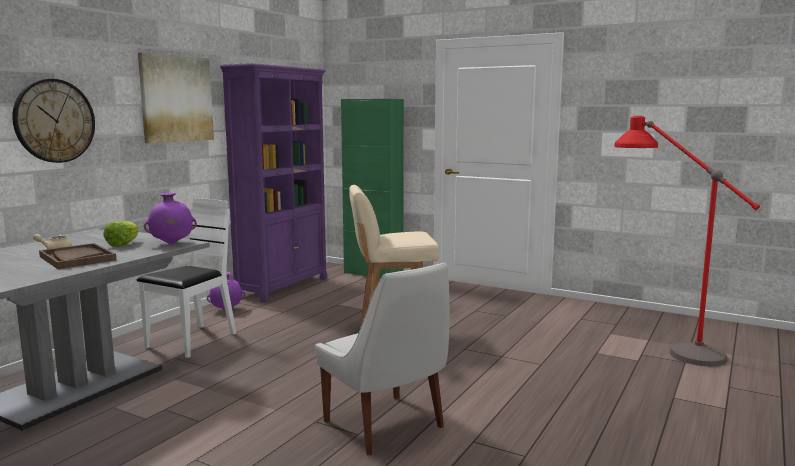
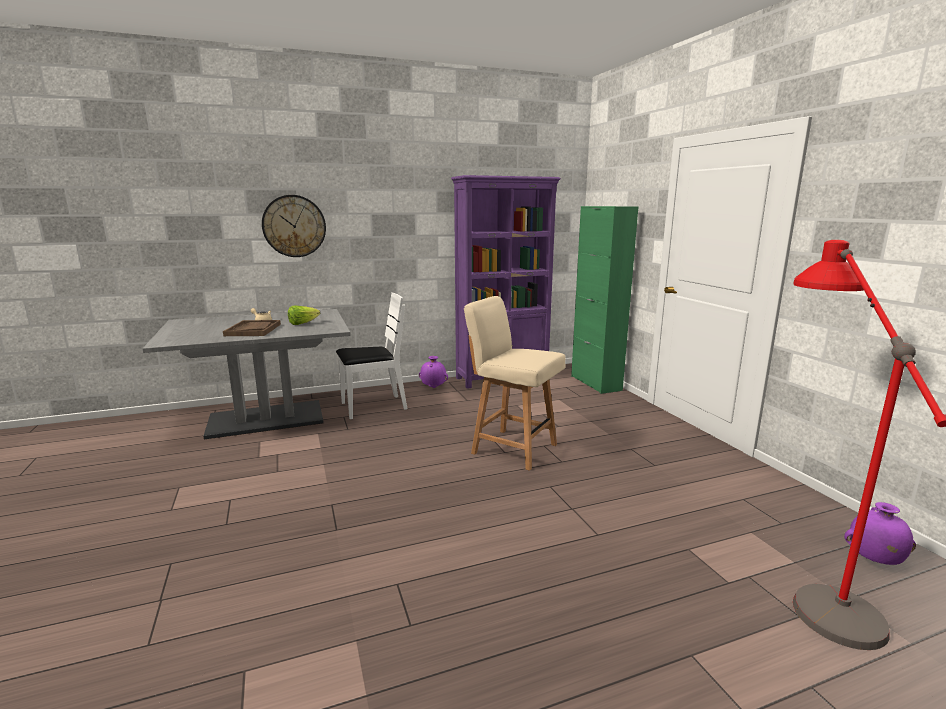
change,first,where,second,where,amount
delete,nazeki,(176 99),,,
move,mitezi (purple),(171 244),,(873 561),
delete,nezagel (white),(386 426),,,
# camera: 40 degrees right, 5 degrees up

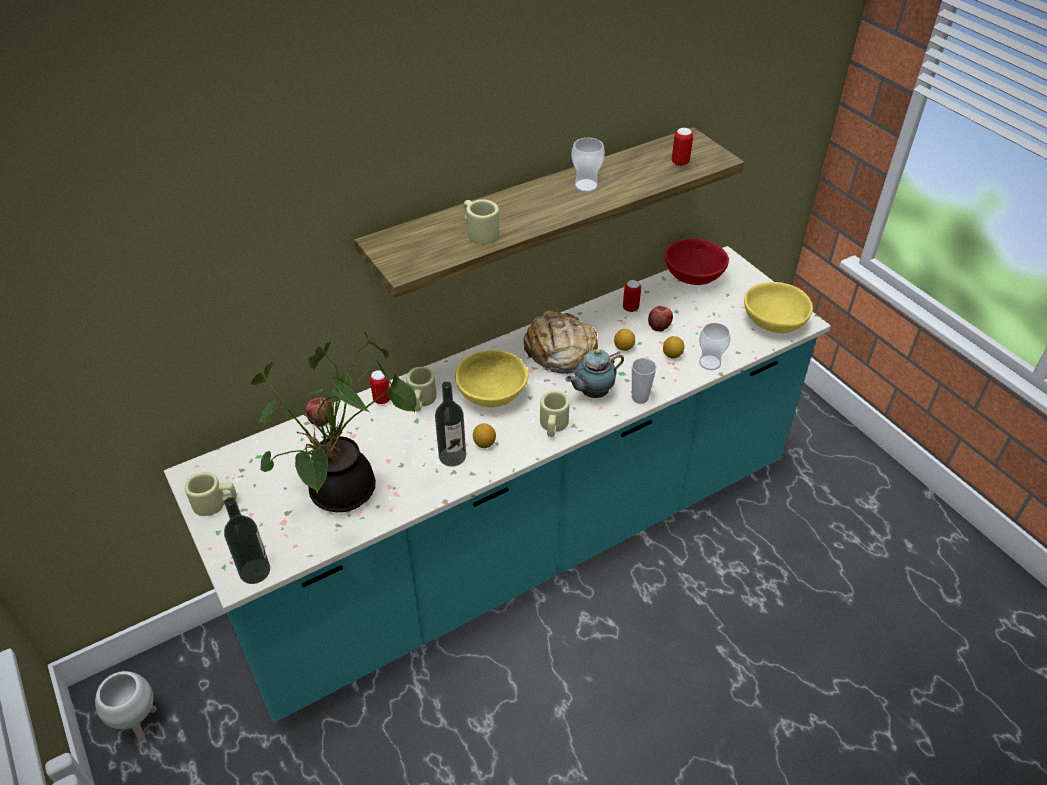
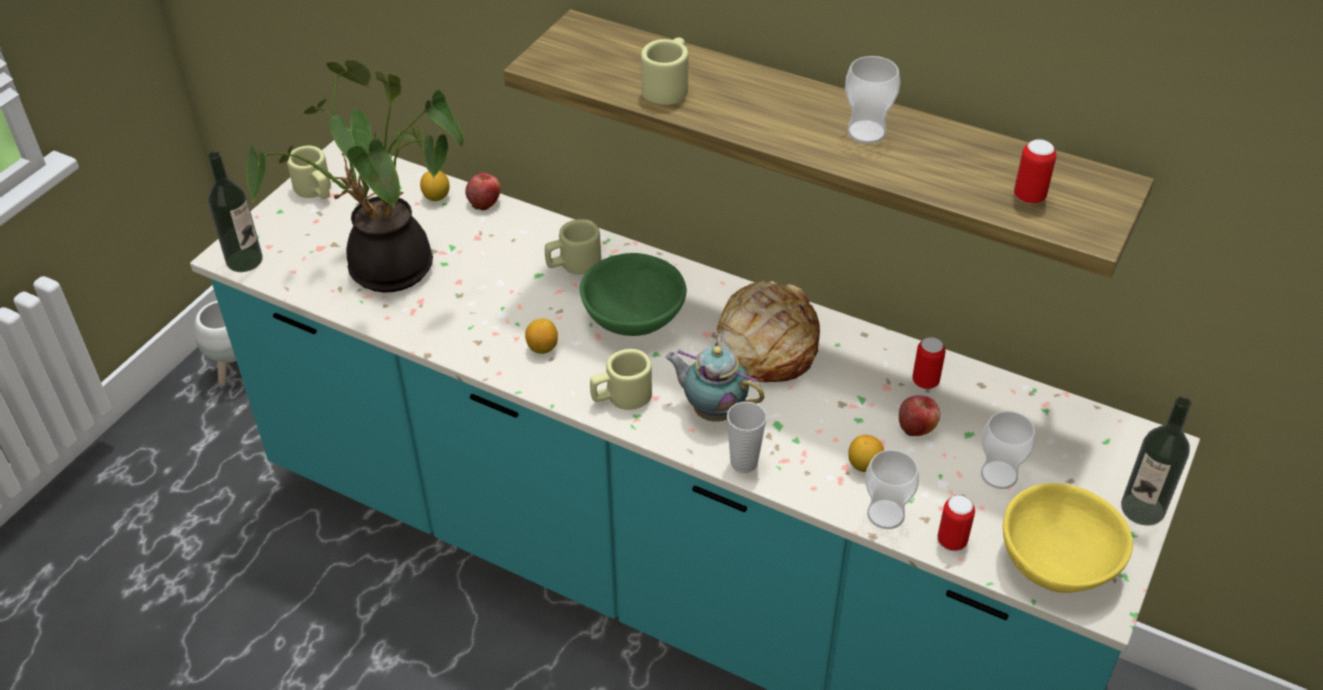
change,first,where,second,where,amount
move,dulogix,(382 399),,(952 541),
move,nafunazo,(452 456),,(1142 509),
recolor,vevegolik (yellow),(492 393),vevegolik (green),(635 317),
move,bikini,(624 347),,(436 197),
delete,vevegolik (red),(694 276),,,
insert,,,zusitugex,(999 475),
# camera: 60 degrees right, 0 degrees up

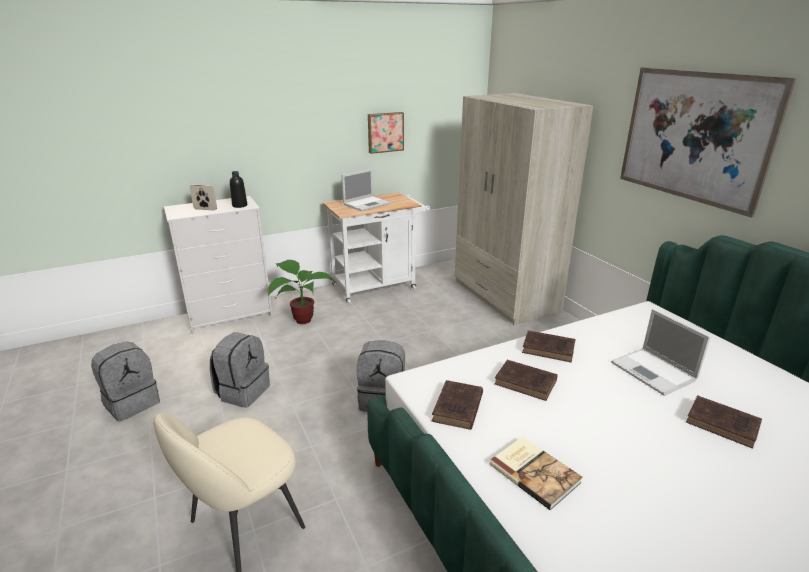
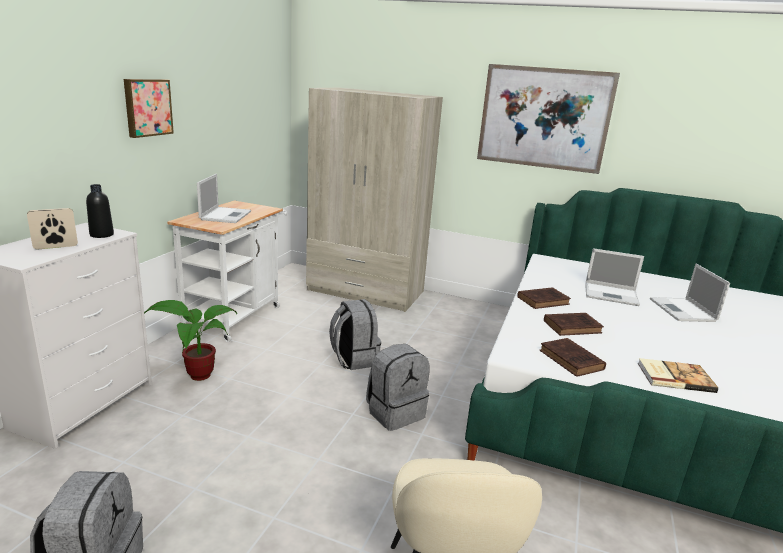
change,first,where,second,where,amount
move,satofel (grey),(243 391),,(353 359),
move,nazeki,(385 132),,(147 107),
replace,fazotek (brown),(724 425),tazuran,(683 311),
# camera: 45 degrees left, 5 degrees down

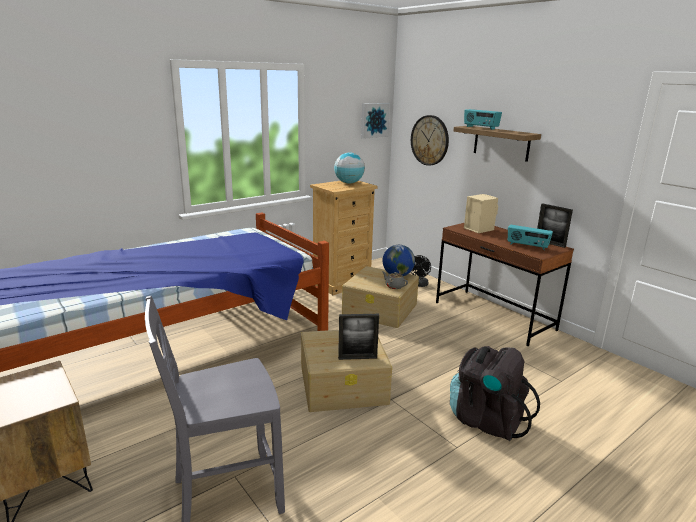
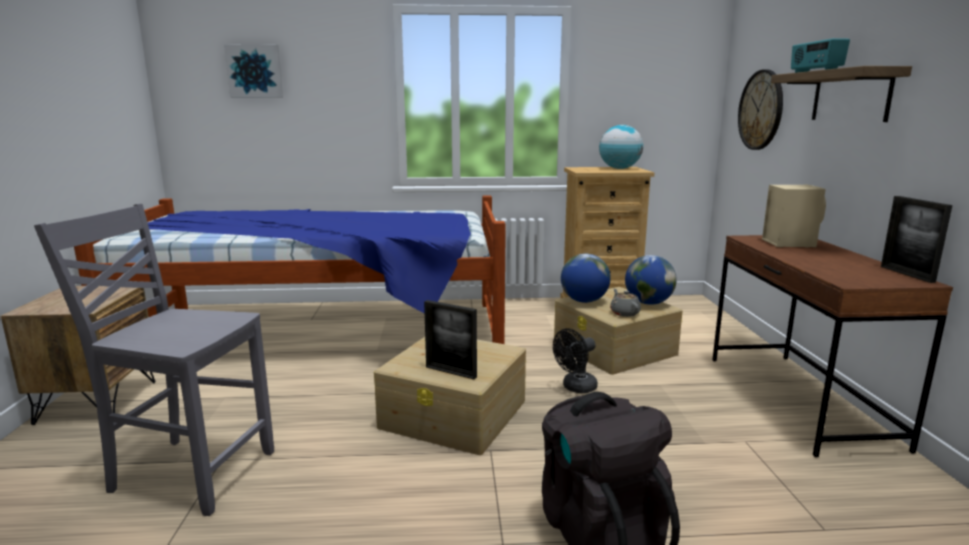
change,first,where,second,where,amount
move,nazeki,(374 120),,(255 71),
move,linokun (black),(419 285),,(575 388),
delete,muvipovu,(527 246),,,
insert,,,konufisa,(584 301),
# camera: 35 degrees right, 5 degrees down

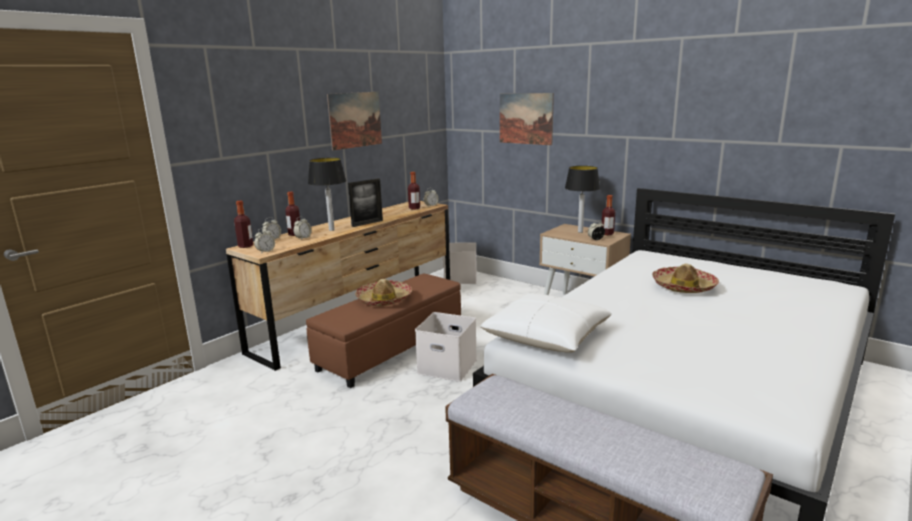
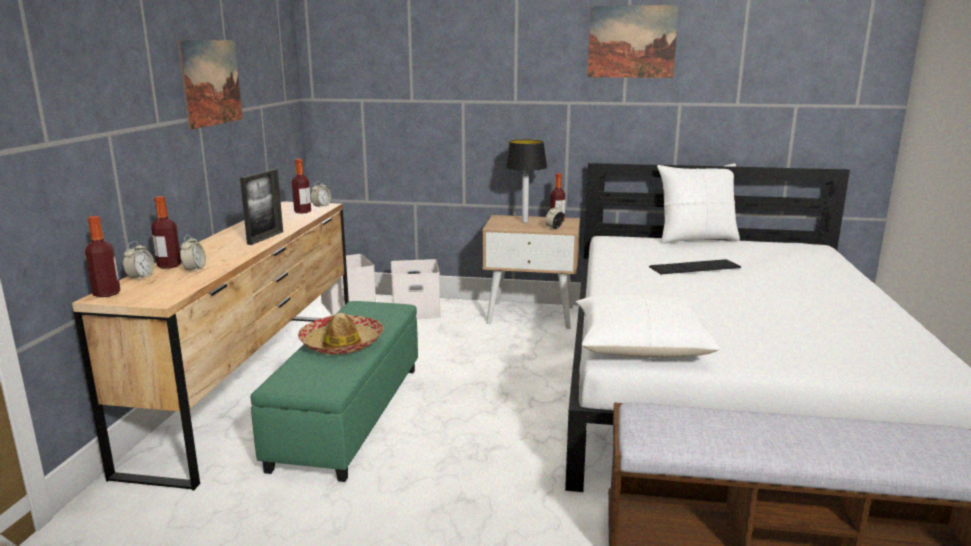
change,first,where,second,where,amount
delete,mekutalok,(265 251),,,
recolor,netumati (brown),(391 349),netumati (green),(348 414),
delete,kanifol,(332 230),,,
move,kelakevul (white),(448 366),,(417 310),
move,nazeki,(525 118),,(632 42),
replace,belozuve,(684 287),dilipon,(694 267),
insert,,,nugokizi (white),(695 239),
# camera: 30 degrees left, 0 degrees up

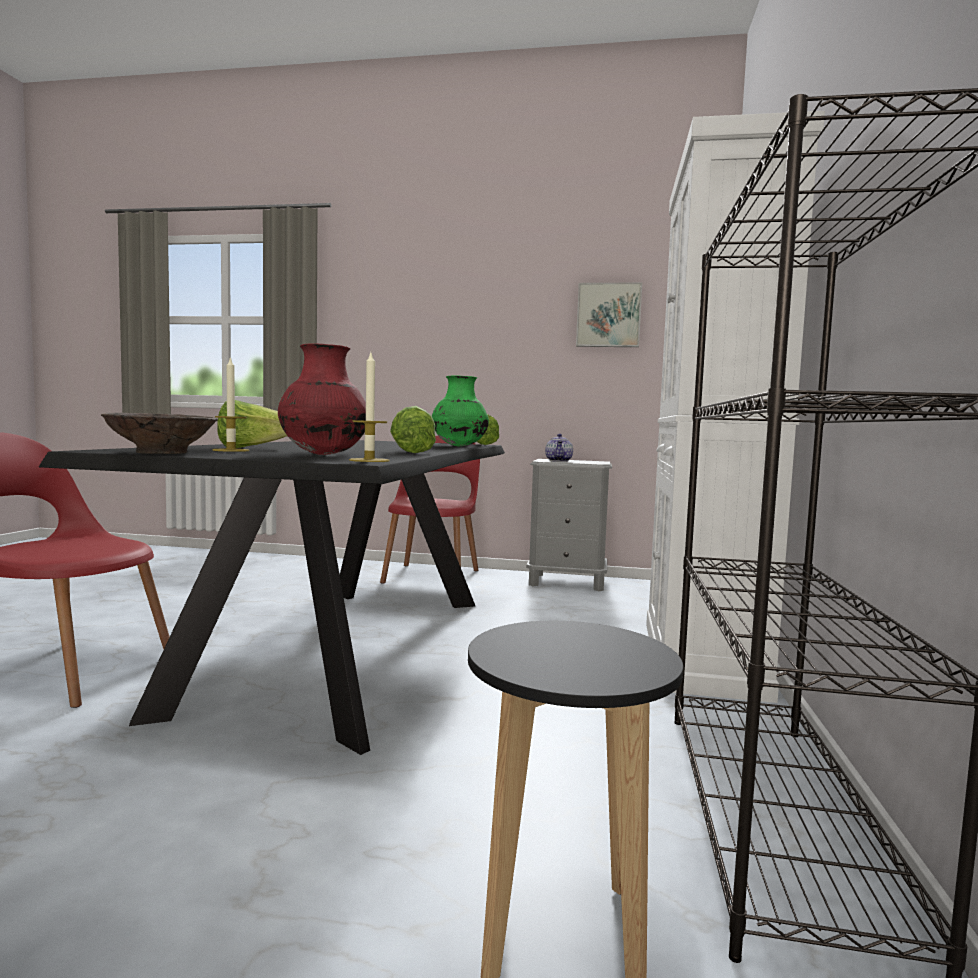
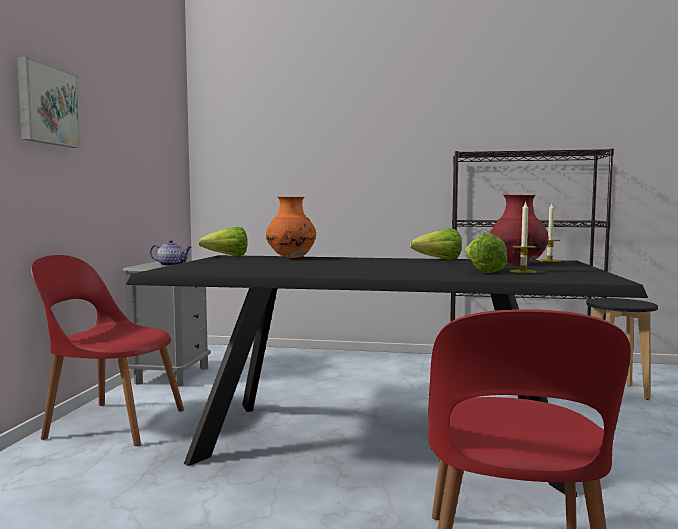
change,first,where,second,where,amount
delete,vevegolik (brown),(160 452),,,
recolor,mitezi (green),(459 446),mitezi (orange),(291 257),
move,nazeki,(608 315),,(46 105),
delete,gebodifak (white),(701 658),,,
# camera: 90 degrees left, 0 degrees up

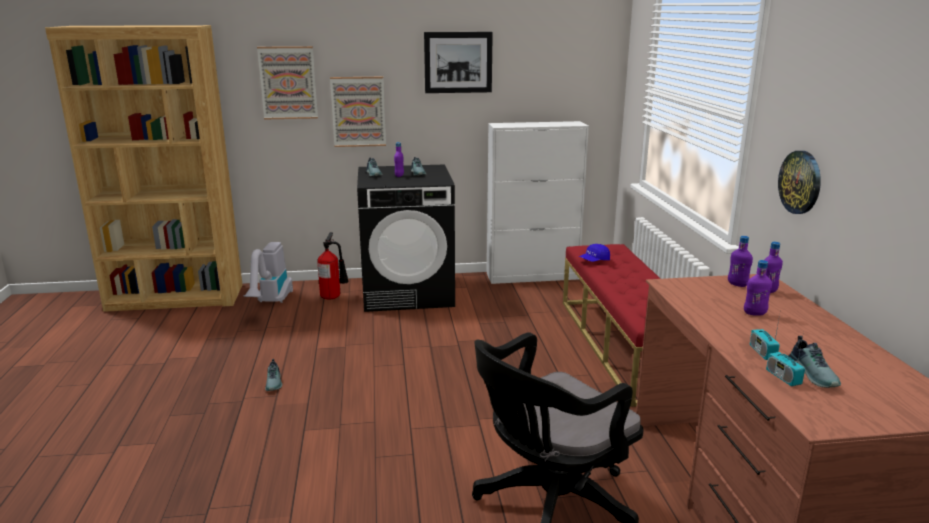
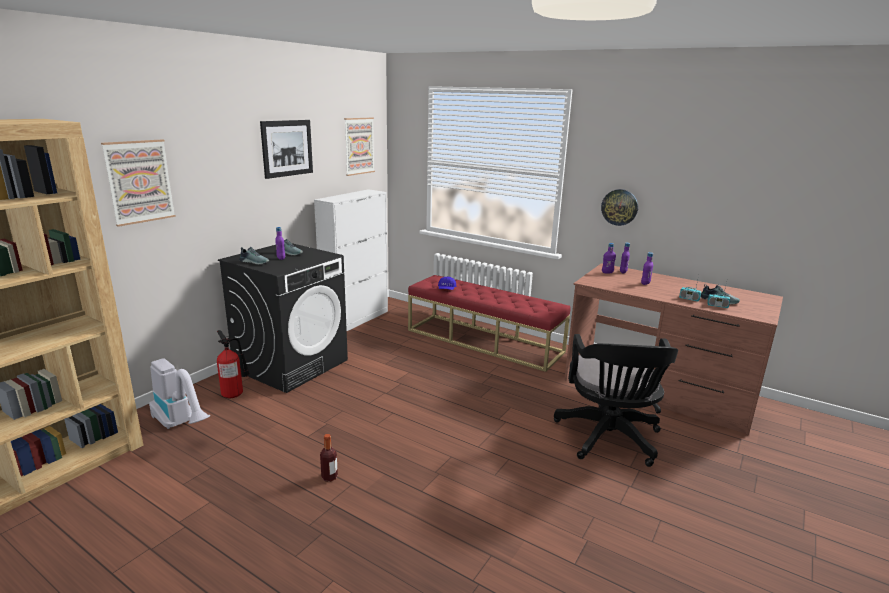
change,first,where,second,where,amount
replace,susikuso,(274 382),nafunazo,(329 477),
move,nazeki,(358 111),,(359 146),
# camera: 50 degrees left, 0 degrees up

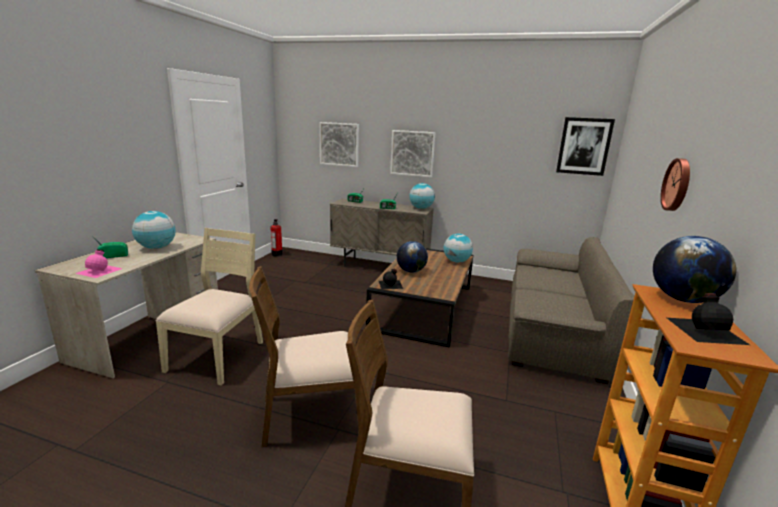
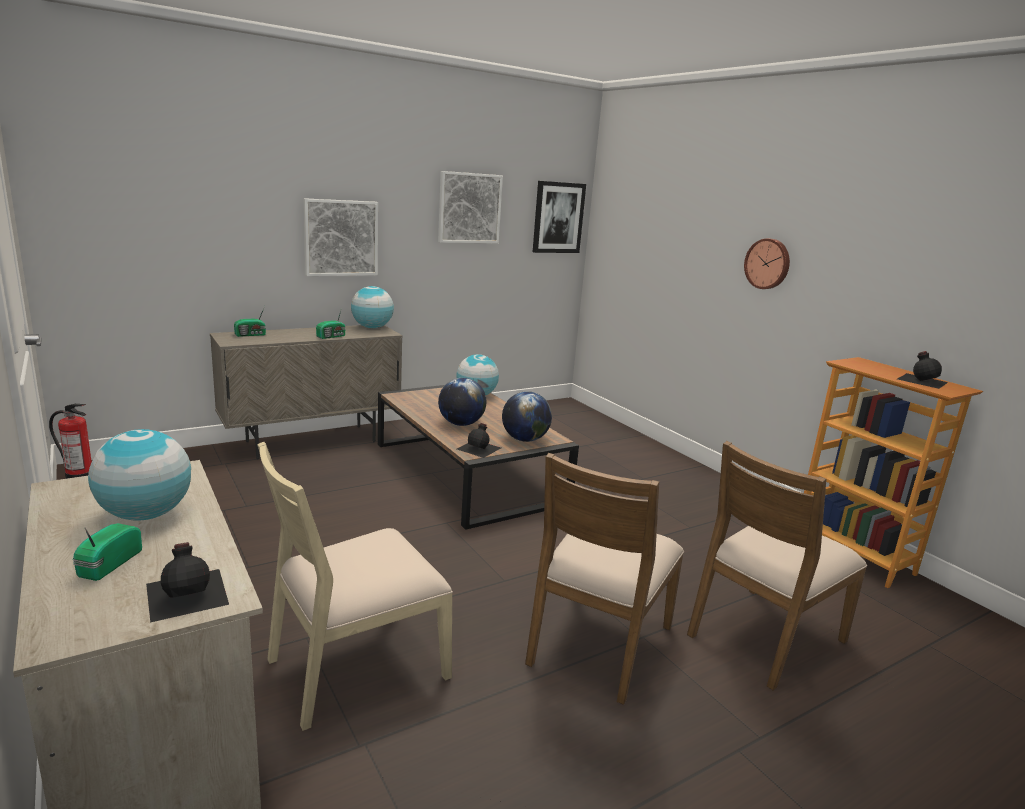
change,first,where,second,where,amount
recolor,nafunazo (pink),(100 270),nafunazo (black),(188 593),
rotate,nezagel (beige),(218 356),,(356 666),90 degrees counterclockwise
move,nazeki,(339 144),,(469 208),
delete,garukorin,(551 328),,,
move,konufisa,(683 299),,(524 439),
# camera: 50 degrees left, 0 degrees up

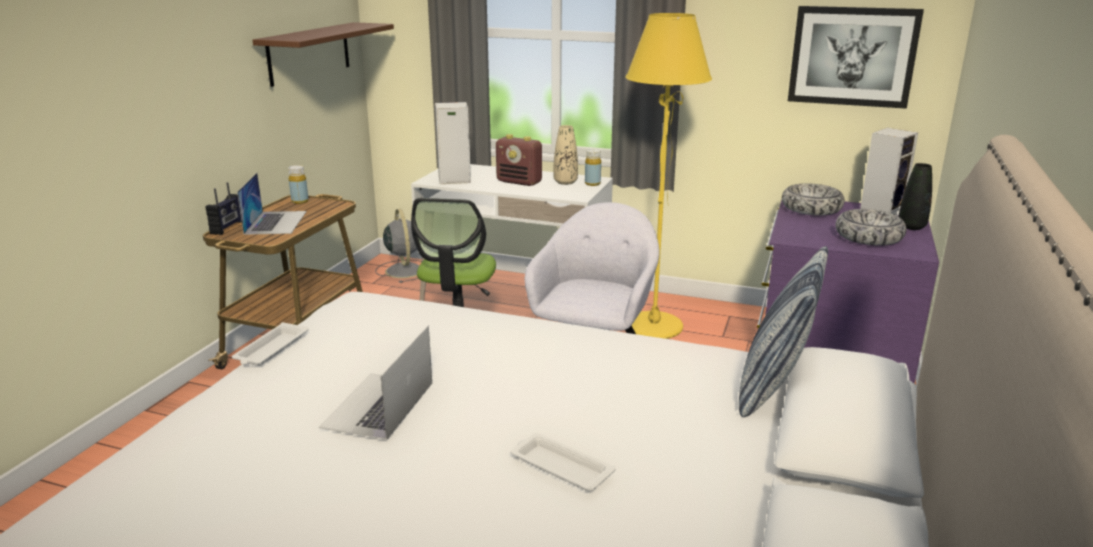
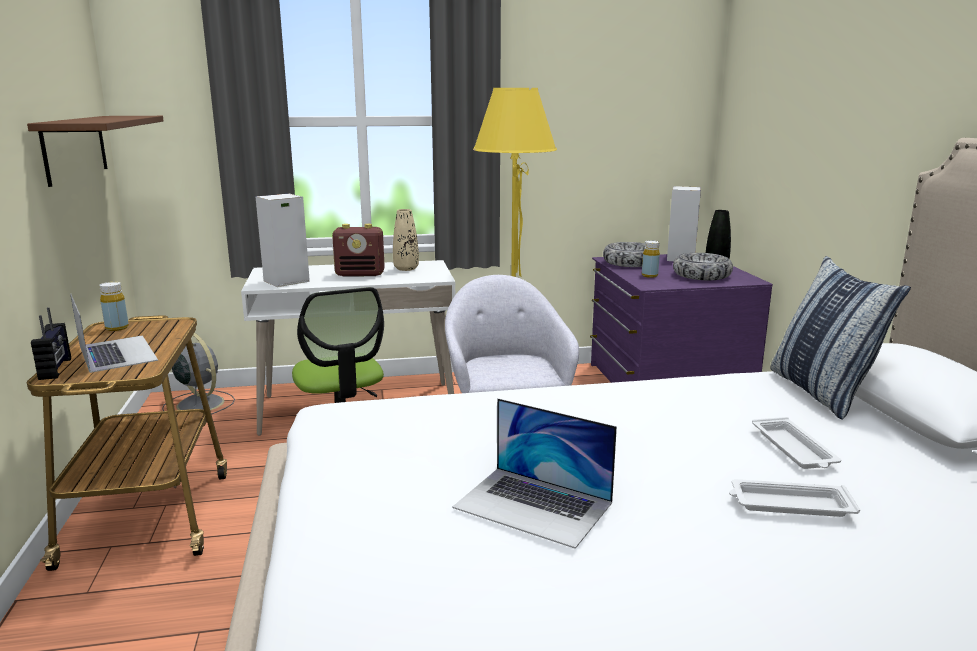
change,first,where,second,where,amount
move,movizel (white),(271 350),,(794 449),
rotate,tazuran,(378 405),,(533 505),45 degrees counterclockwise
move,nafunazo (yellow),(592 184),,(649 275),
delete,nazeki,(852 56),,,
# camera: 30 degrees left, 5 degrees down

